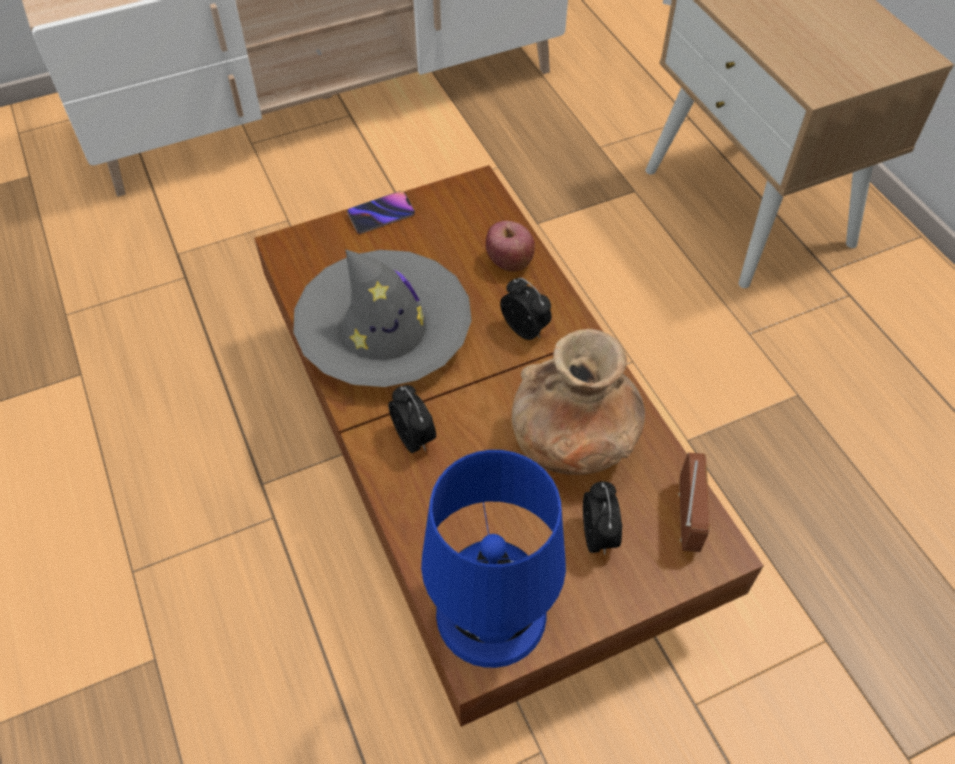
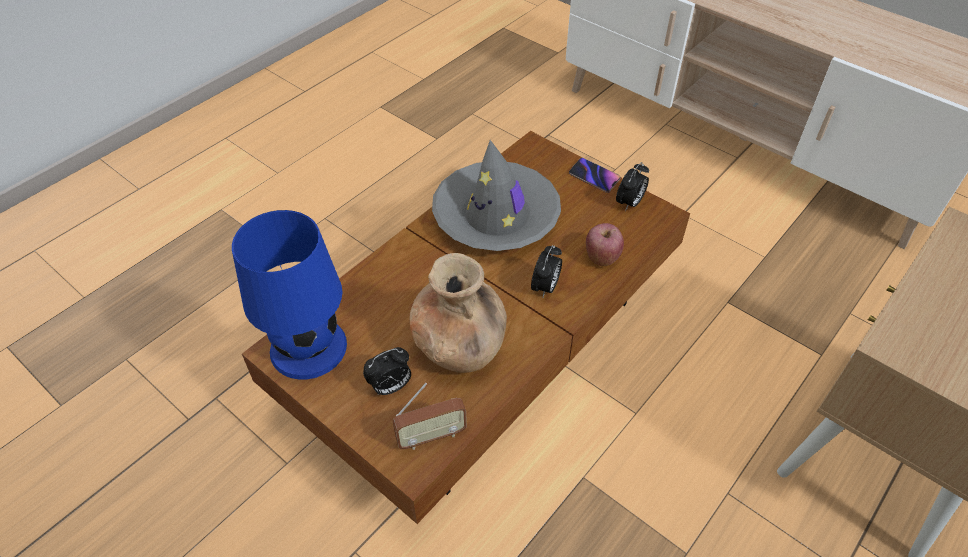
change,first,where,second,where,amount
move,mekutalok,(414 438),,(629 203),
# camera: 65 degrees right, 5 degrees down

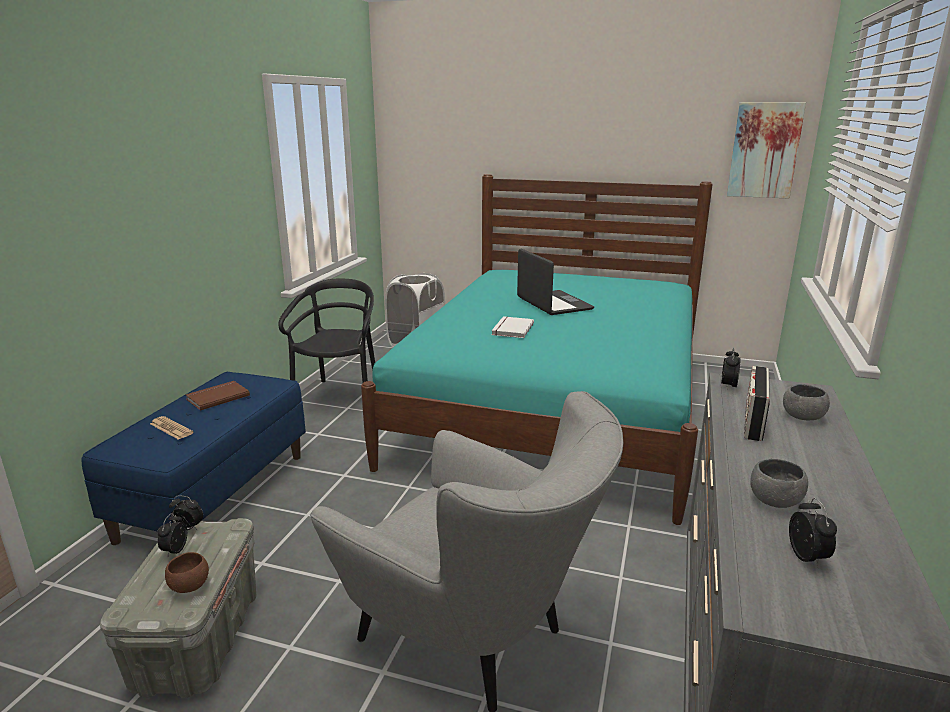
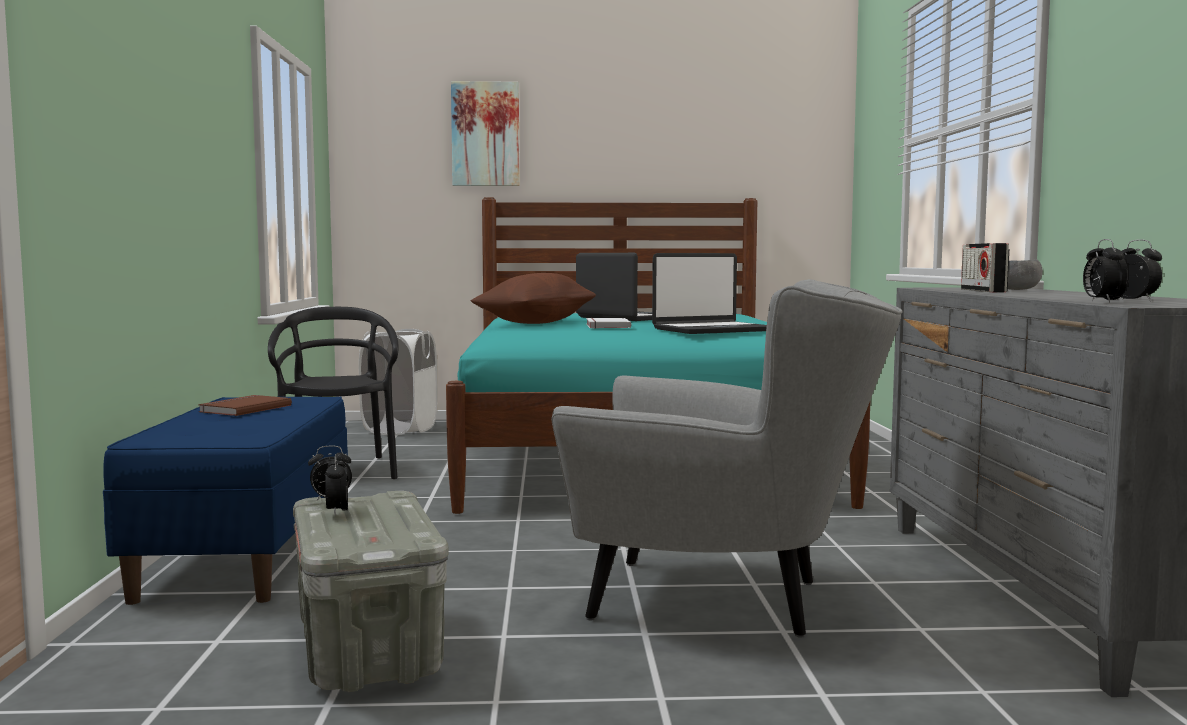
change,first,where,second,where,amount
delete,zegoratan,(171 428),,,
delete,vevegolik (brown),(189 586),,,
move,mekutalok,(728 386),,(1102 302),
move,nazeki,(764 150),,(485 134),
delete,vevegolik (grey),(774 501),,,
insert,,,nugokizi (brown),(535 323),
insert,,,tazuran,(711 330),
# camera: 20 degrees left, 15 degrees down

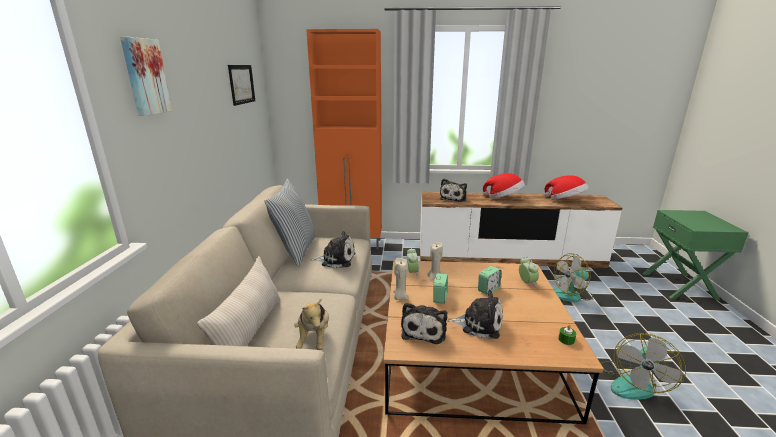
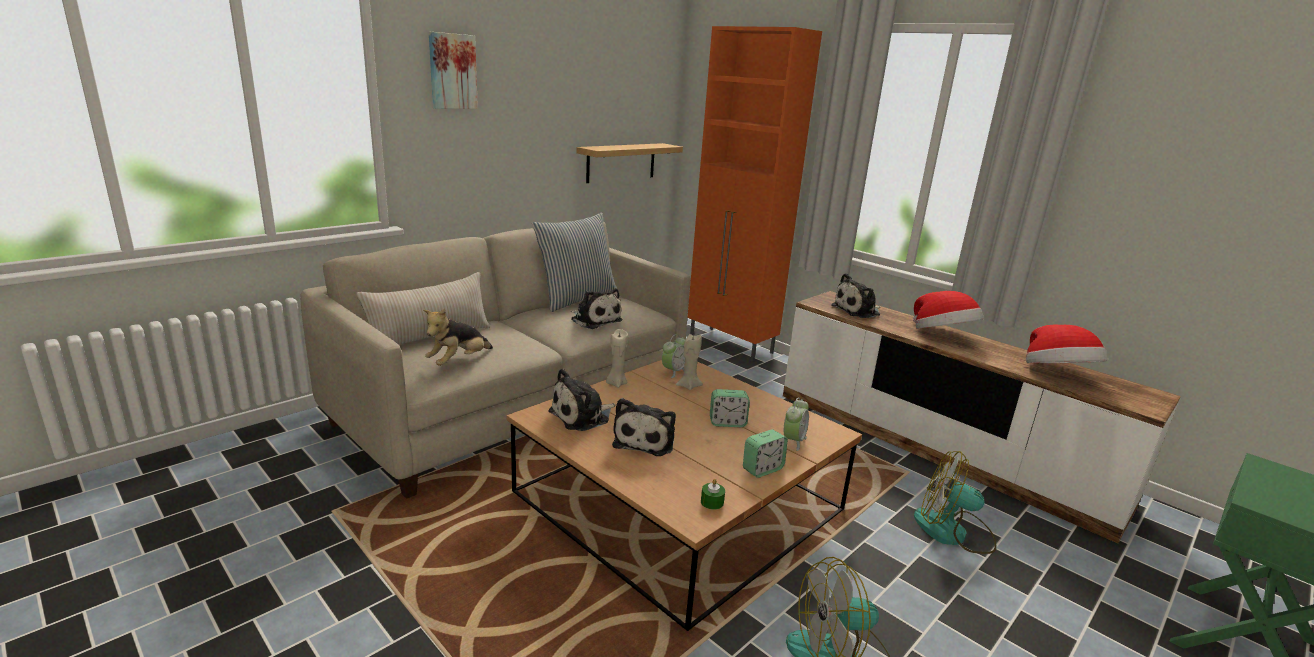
change,first,where,second,where,amount
delete,nazeki,(241 84),,,
move,mekutalok,(440 298),,(762 469),
rotate,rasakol,(479 324),,(645 440),45 degrees clockwise
insert,,,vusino,(621 162),
# camera: 40 degrees right, 0 degrees up

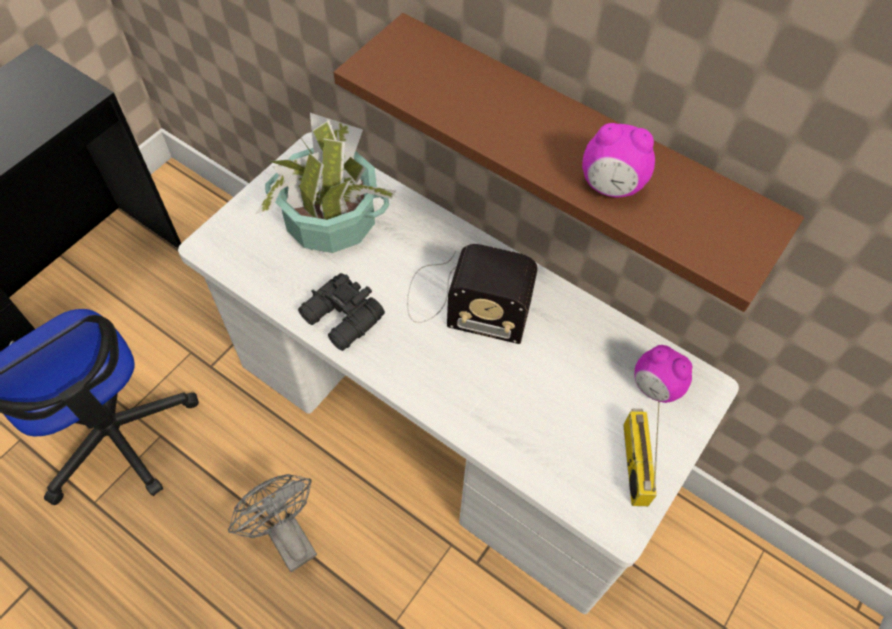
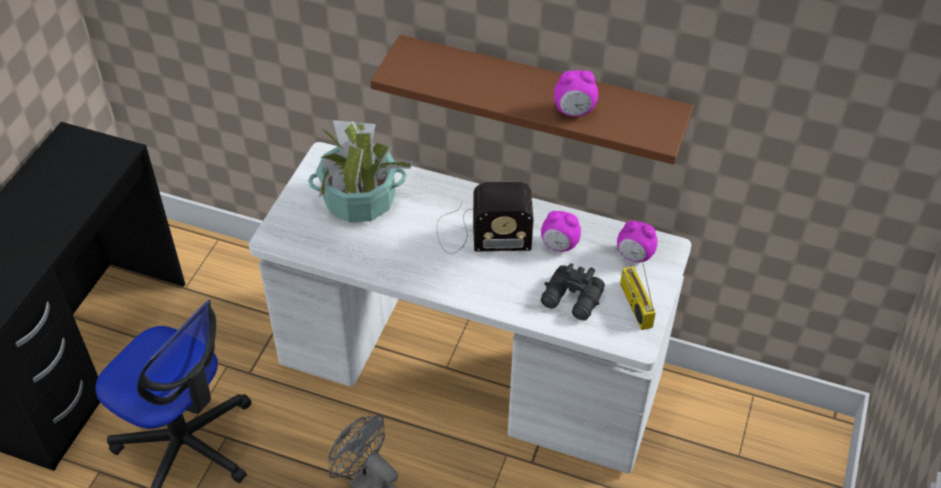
change,first,where,second,where,amount
move,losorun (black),(342 319),,(572 300),
insert,,,mekutalok,(559 245),
# camera: 15 degrees left, 10 degrees down

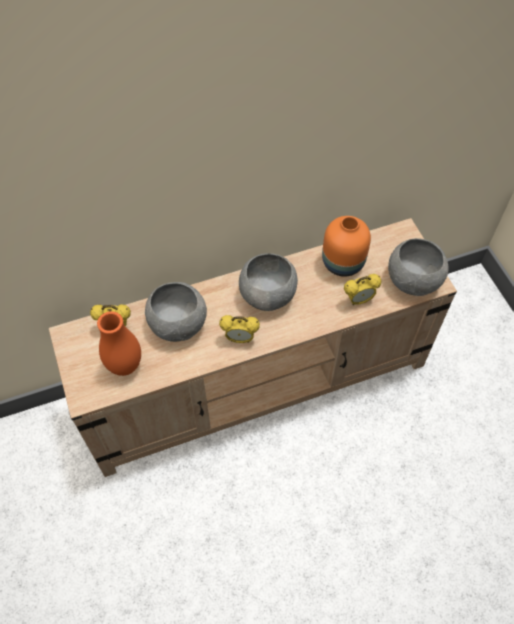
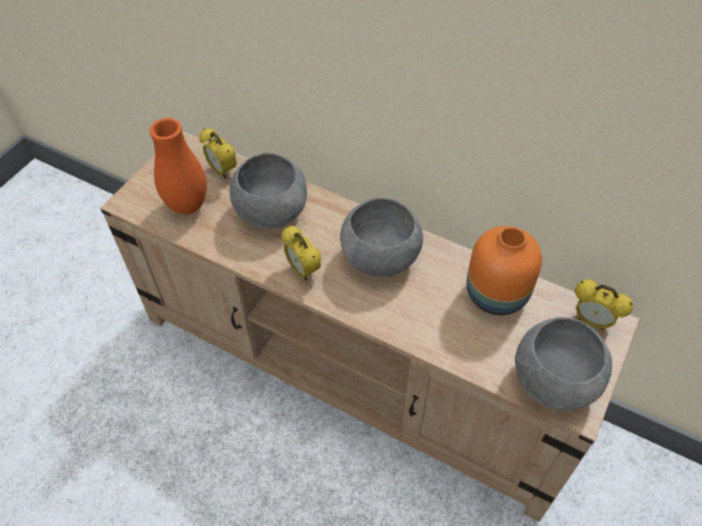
change,first,where,second,where,amount
move,mekutalok,(359 300),,(592 321),
# camera: 50 degrees right, 5 degrees down

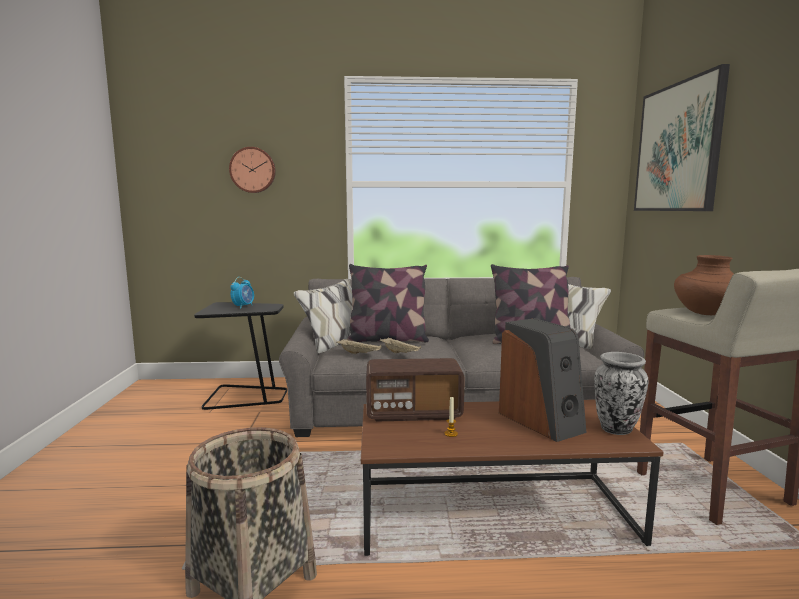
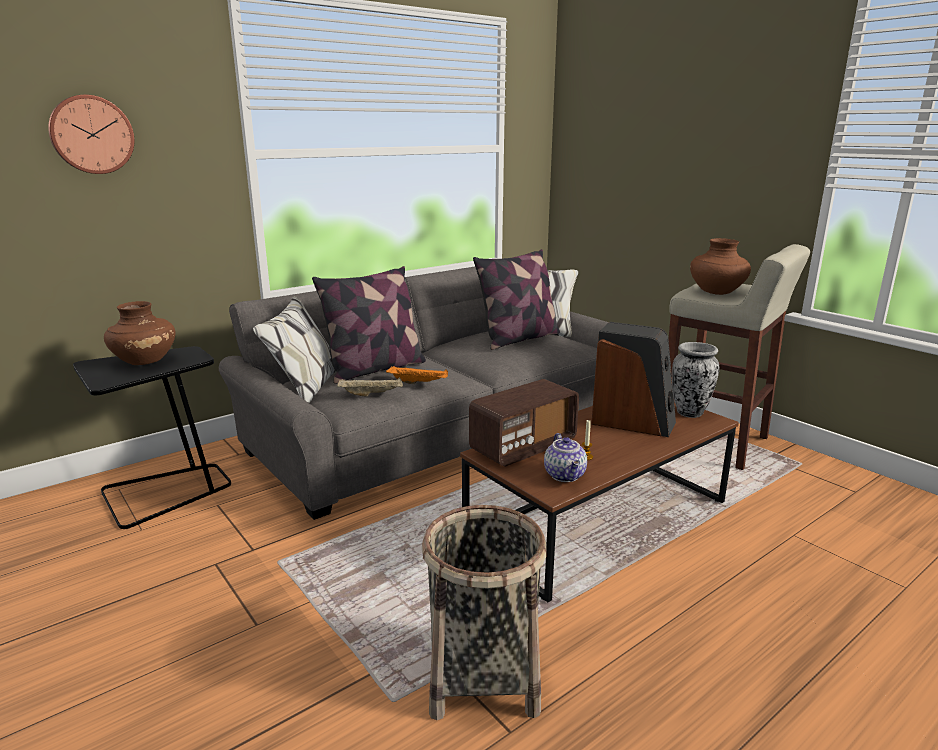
change,first,where,second,where,amount
replace,mekutalok,(243 306),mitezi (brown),(144 361),
recolor,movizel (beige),(400 353),movizel (orange),(419 383),
delete,nazeki,(678 148),,,
insert,,,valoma,(565 475),
# camera: 35 degrees left, 10 degrees up

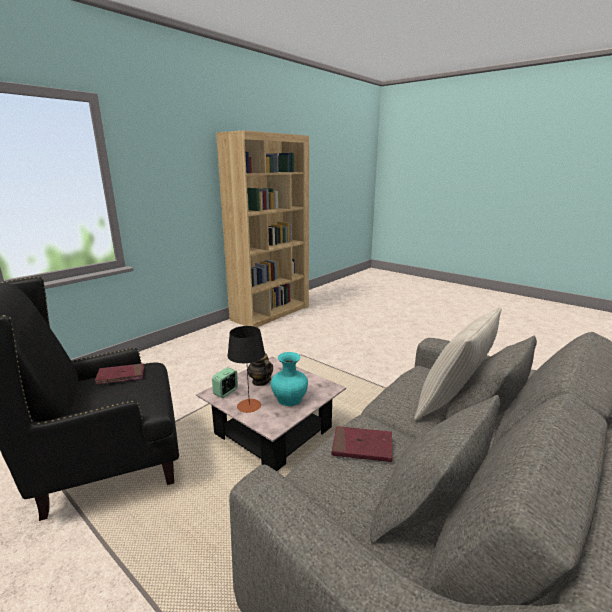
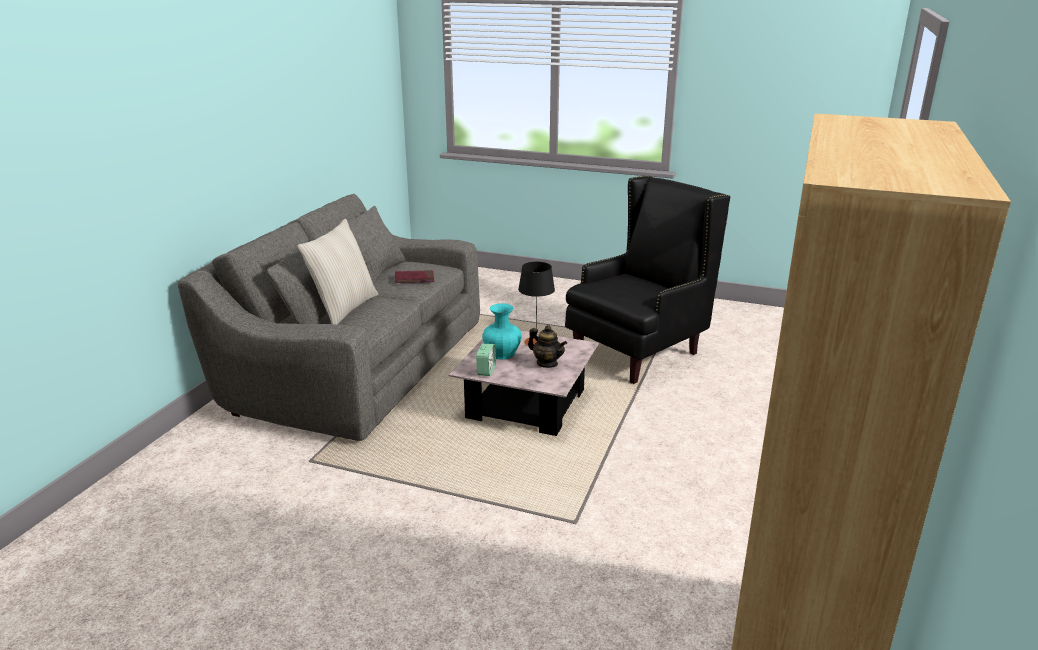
change,first,where,second,where,amount
delete,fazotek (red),(121 376),,,
move,mekutalok,(226 392),,(486 371),
# camera: 160 degrees right, 5 degrees up

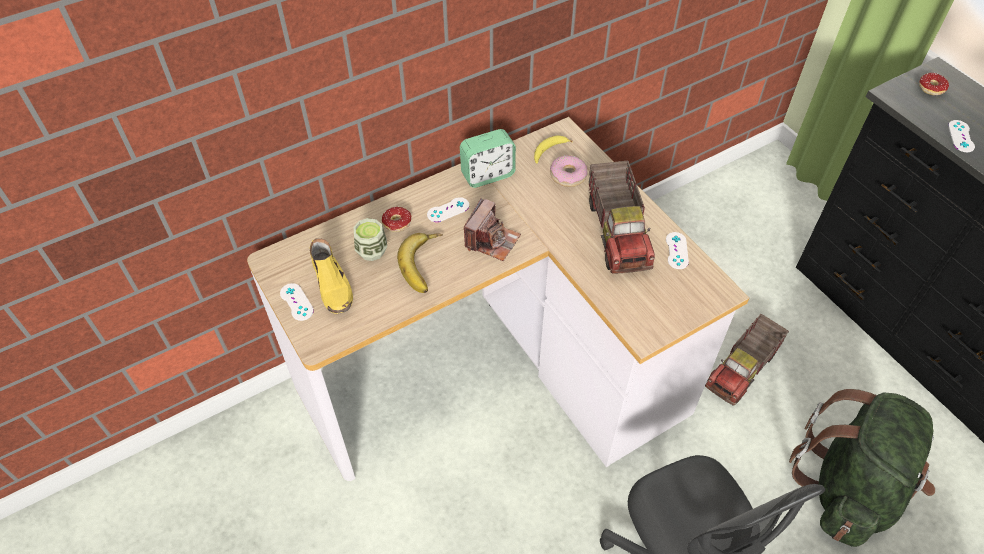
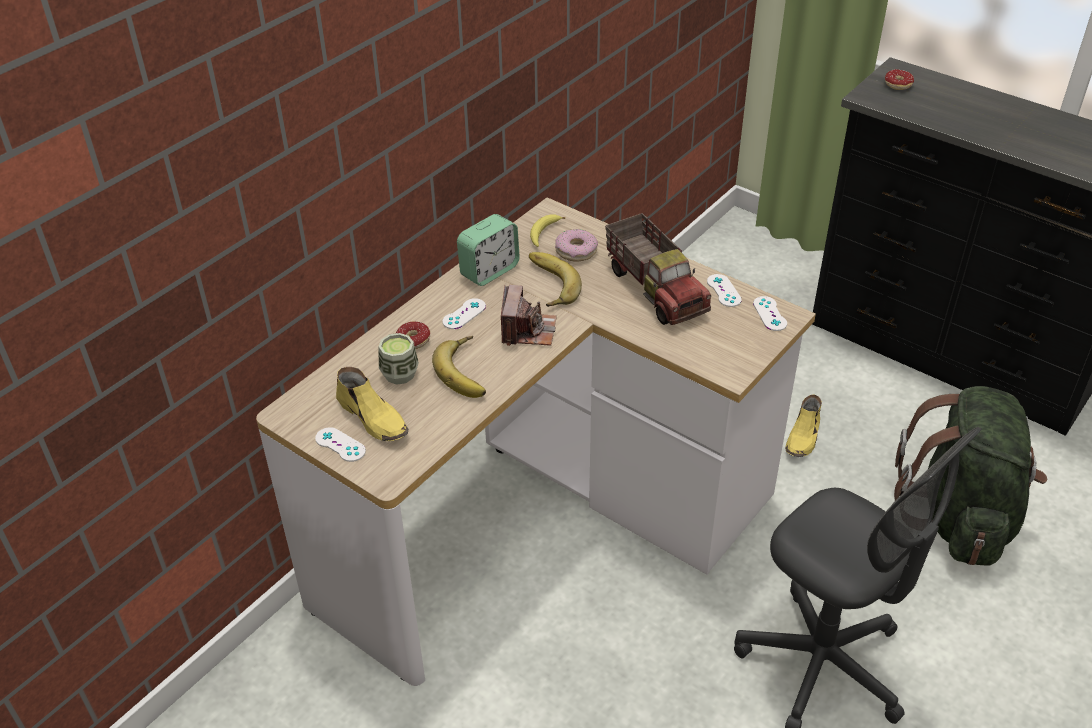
change,first,where,second,where,amount
replace,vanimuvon,(743 369),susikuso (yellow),(803 437),
move,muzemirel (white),(961 136),,(770 314),
insert,,,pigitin,(548 284),
# camera: 20 degrees left, 10 degrees down

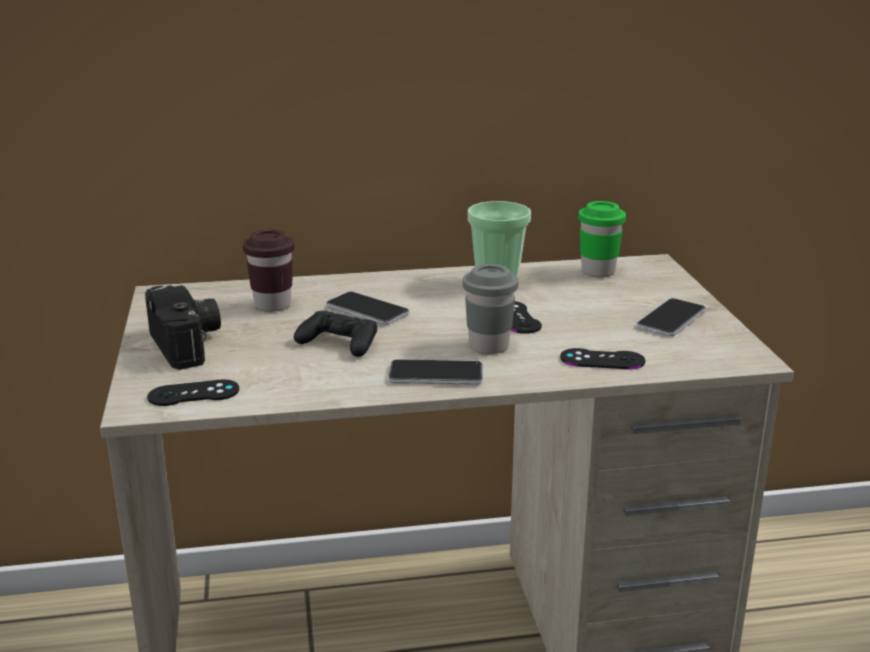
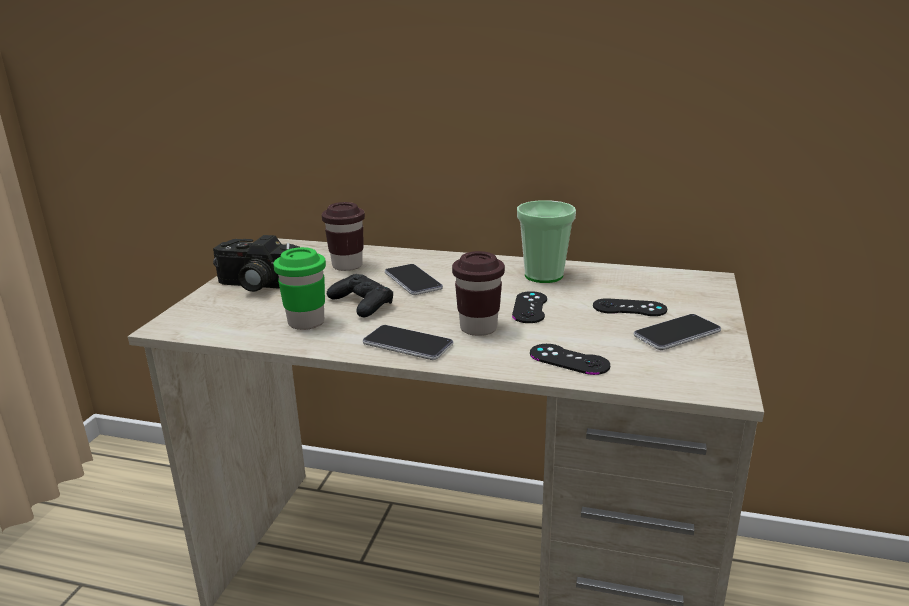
change,first,where,second,where,amount
rotate,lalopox,(189 344),,(256 285),105 degrees clockwise
move,muzemirel (black),(193 393),,(629 308),
recolor,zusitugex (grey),(488 346),zusitugex (brown),(478 328),
move,zusitugex (green),(598 272),,(306 322),
# camera: 25 degrees right, 0 degrees up

